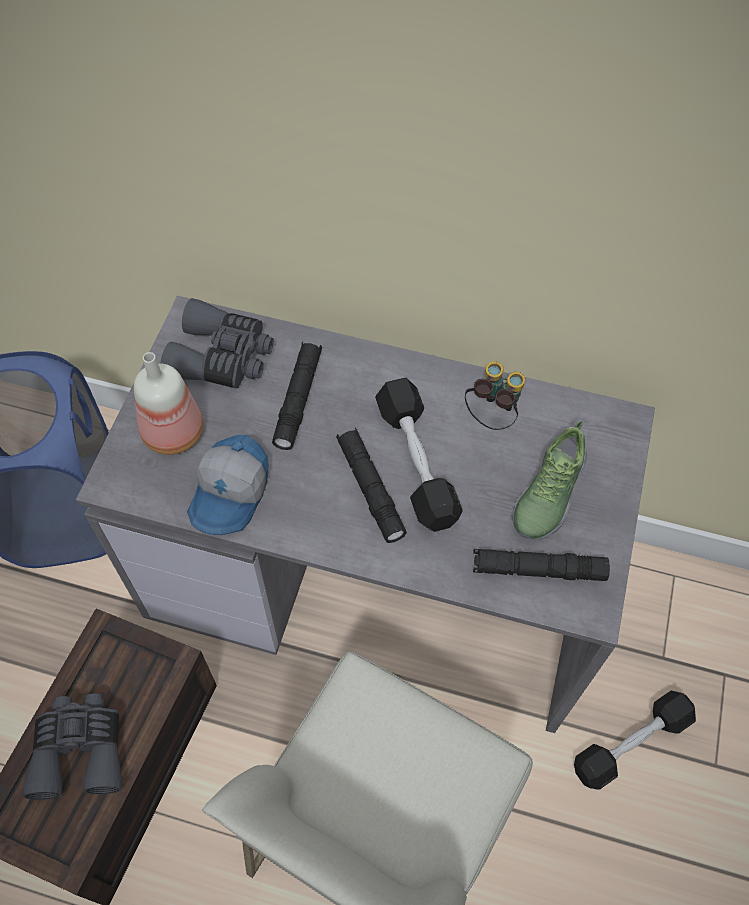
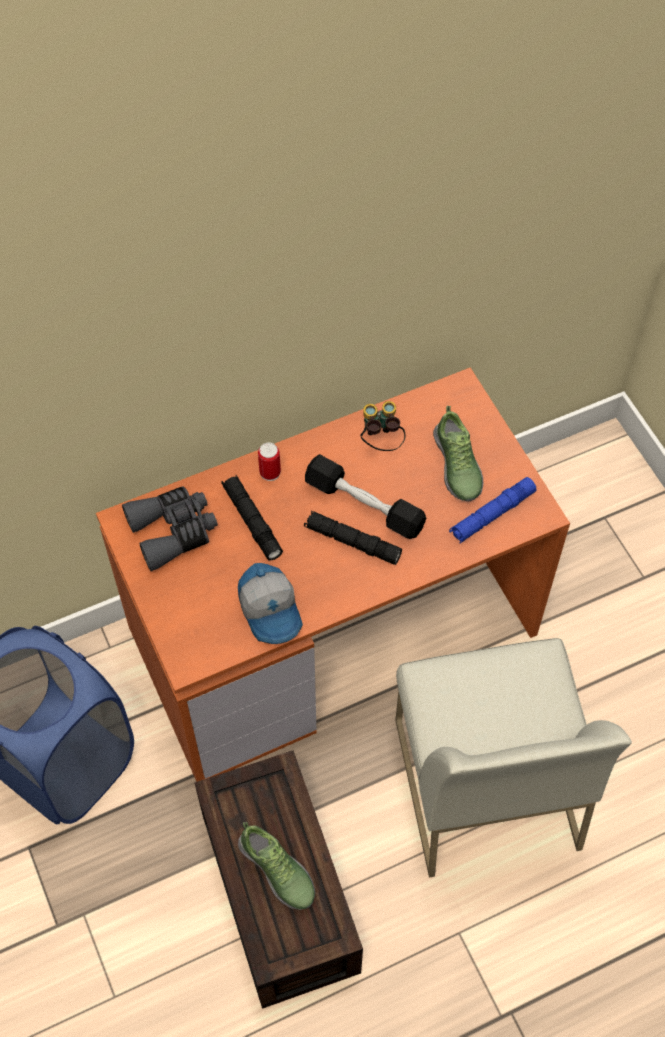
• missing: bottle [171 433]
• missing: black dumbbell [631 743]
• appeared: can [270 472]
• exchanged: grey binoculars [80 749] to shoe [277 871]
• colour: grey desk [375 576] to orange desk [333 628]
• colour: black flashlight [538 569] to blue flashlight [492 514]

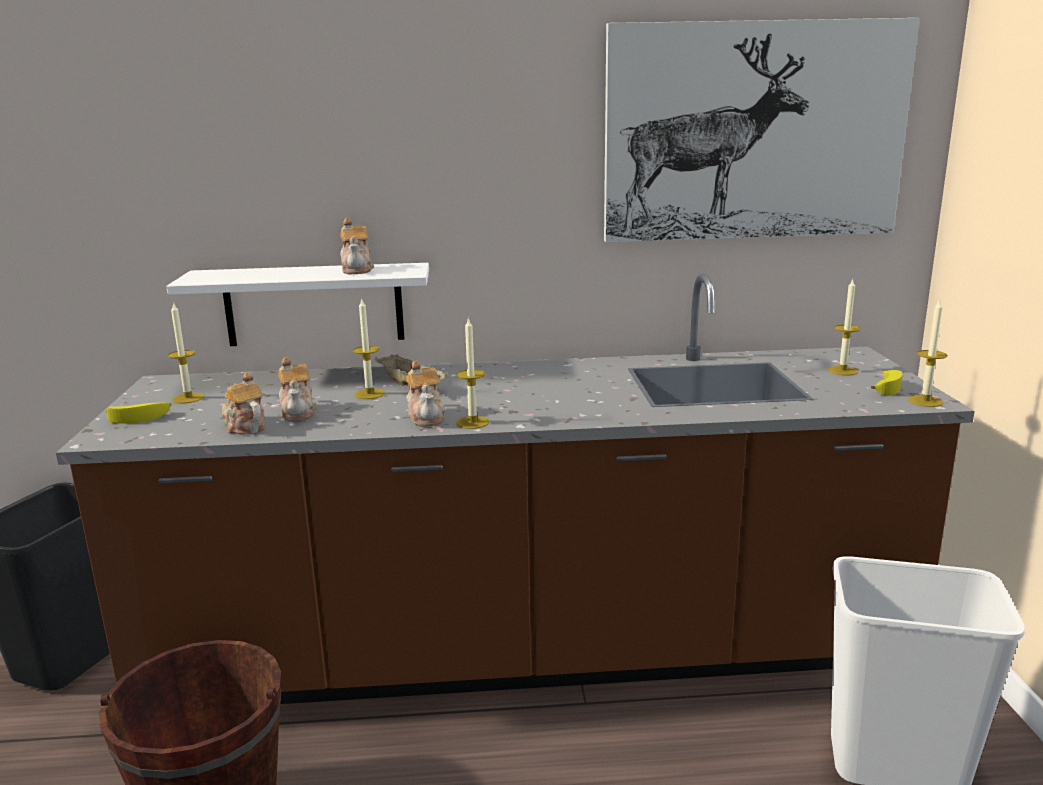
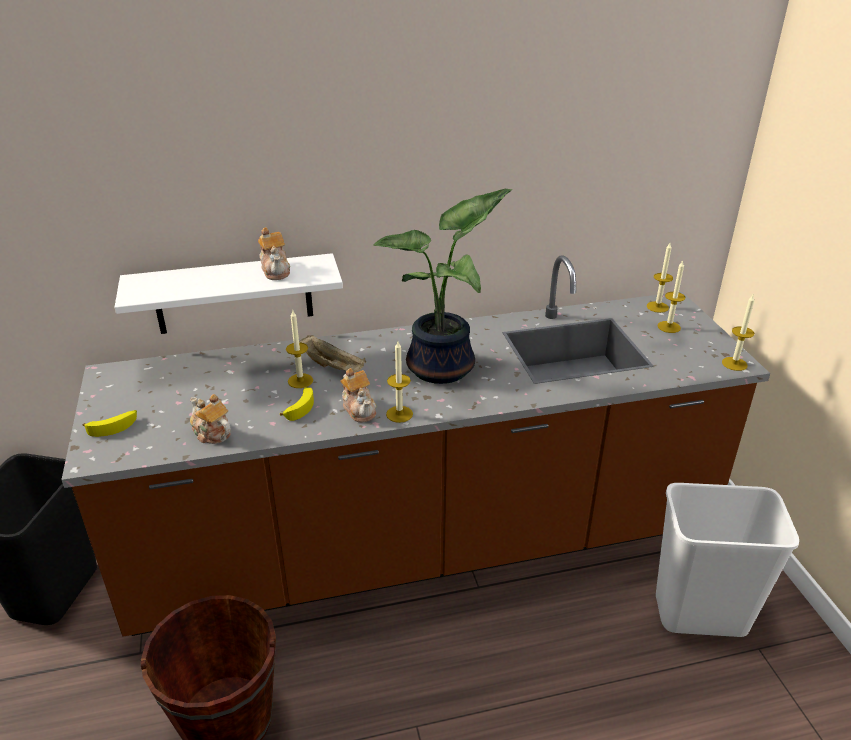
• missing: teapot [298 412]
• missing: picture [754 132]
• appeared: potted plant [445 368]
• relocated: candle [188 398] to [657 307]
• relocated: banana [885 387] to [300 407]

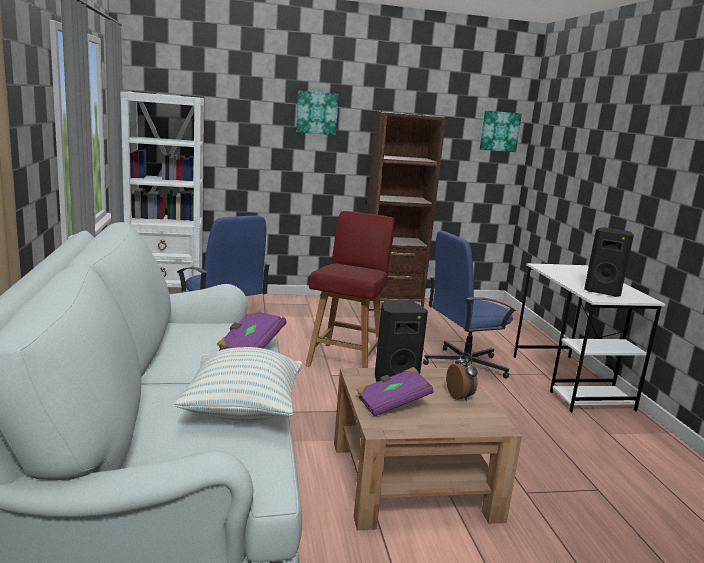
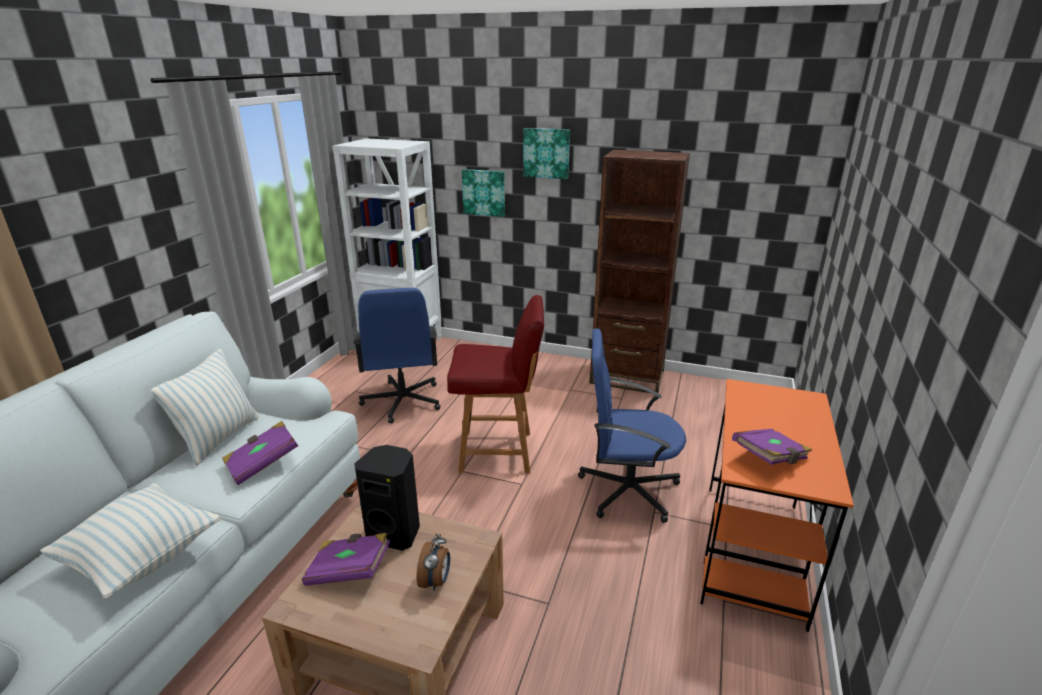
• appeared: pillow [219 438]
• relocated: picture [499 131] to [484 192]
• exchanged: black speaker [603 292] to purple book [770 458]
• colour: white desk [570 382] to orange desk [752 551]
• spun: red chair [346 359] = [498 452] 45 degrees clockwise

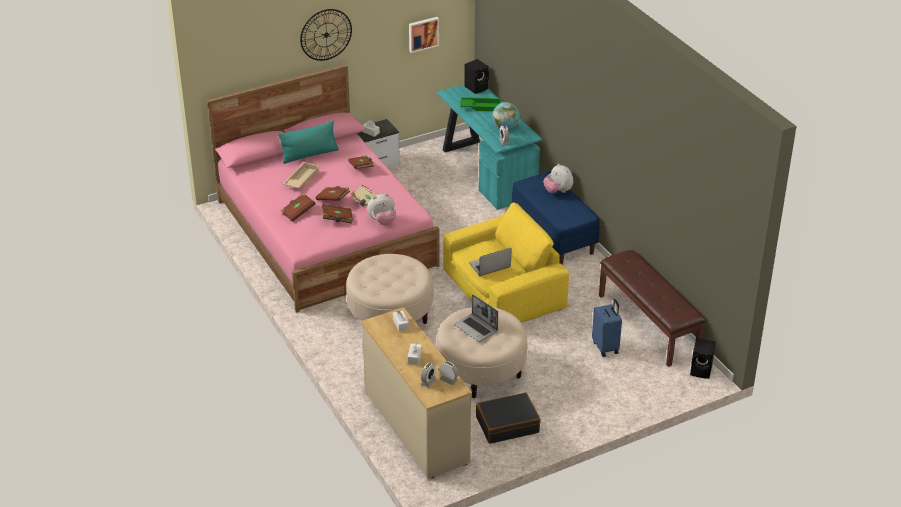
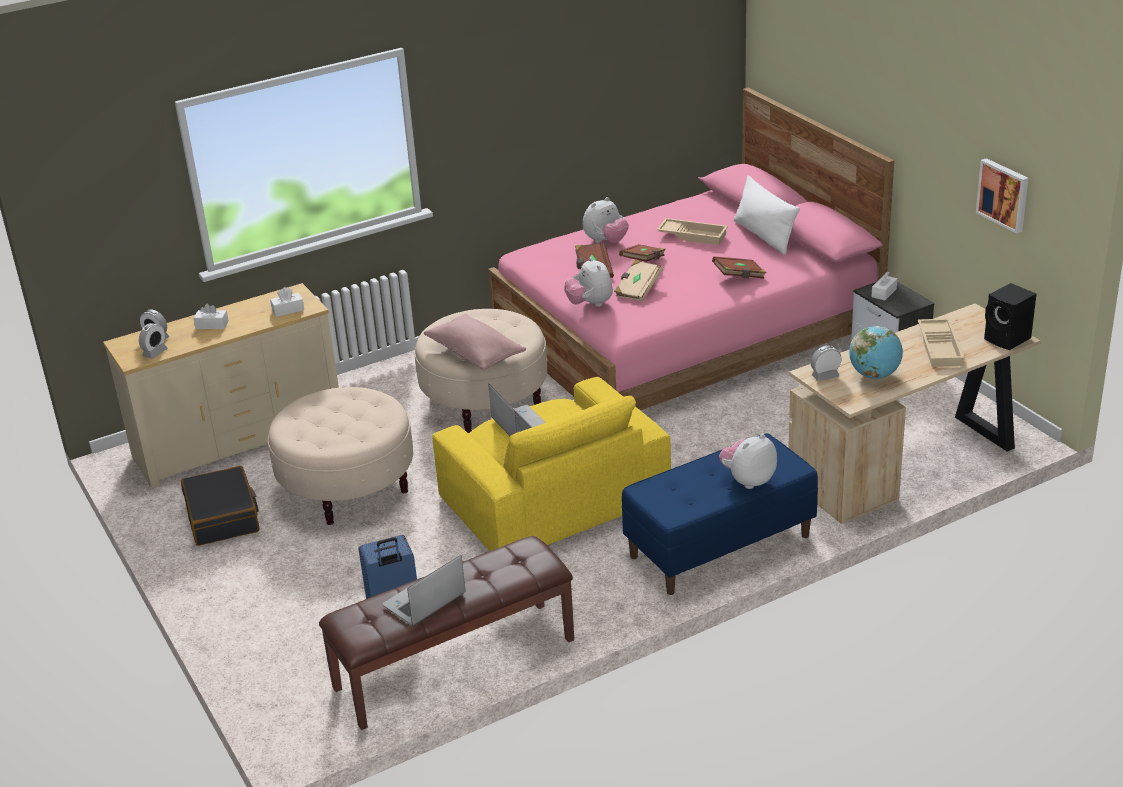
• missing: wall clock [326 34]
• missing: black speaker [702 370]
• appeared: pink pillow [475 354]
• relocated: laptop [476 328] to [424 601]
• exchanged: brown book [298 212] to plush toy [606 241]
• colour: turquoise pillow [309 155] to white pillow [764 236]
• colour: turquoise desk [487 172] to beige desk [908 464]
• colour: green tray [481 106] to beige tray [941 347]

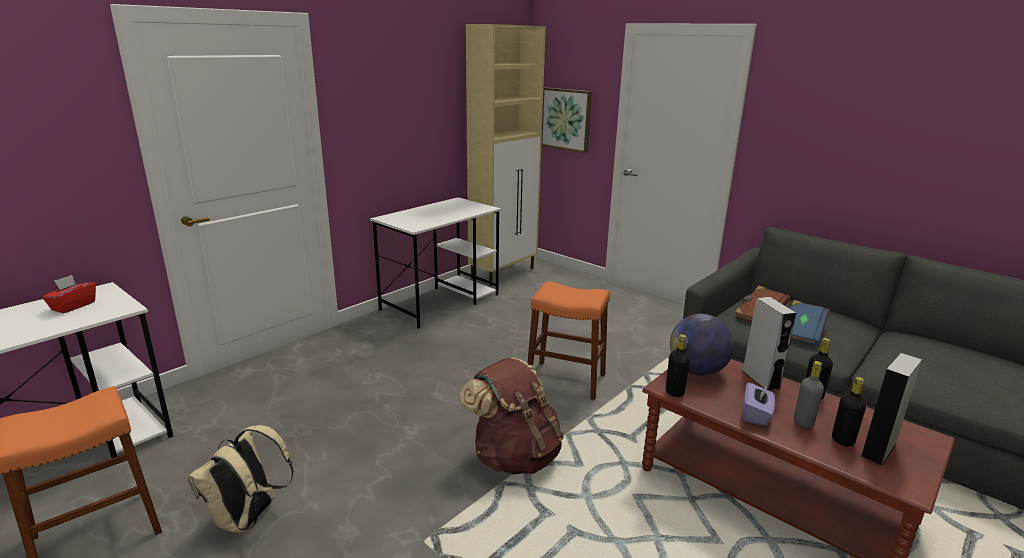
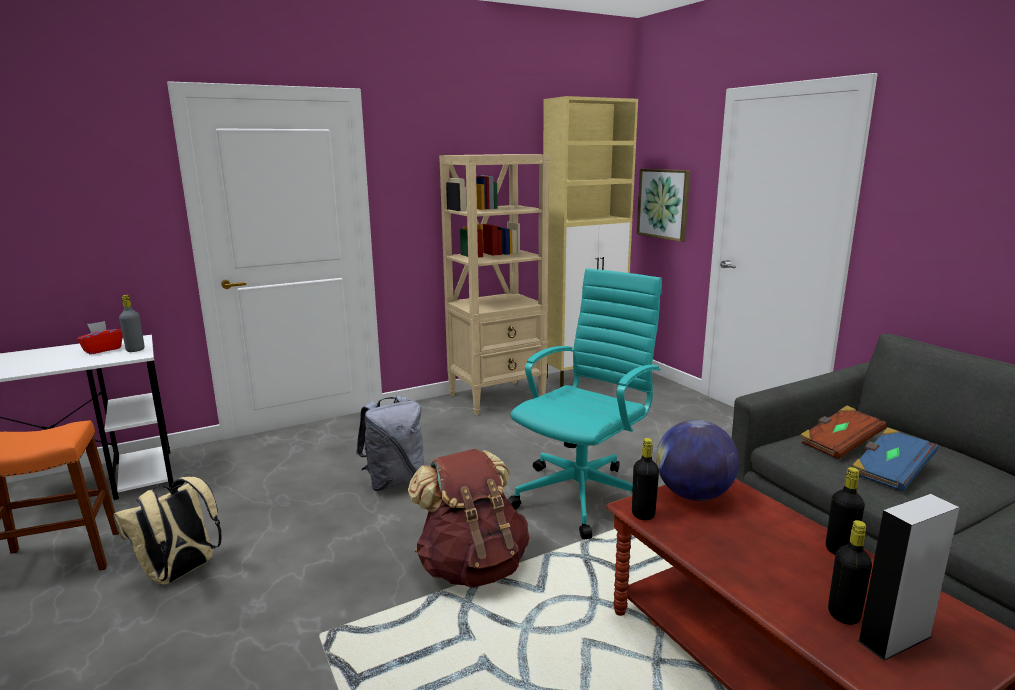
• missing: grey speaker [760 379]
• missing: purple tissue box [756 415]
• appeared: grey backpack [394 481]
• relocated: grey bottle [803 422] to [135 350]
• exchanged: white desk [441 301] to beige bookcase [497 397]
• exchanged: orange stool [566 380] to turquoise office chair [584 495]

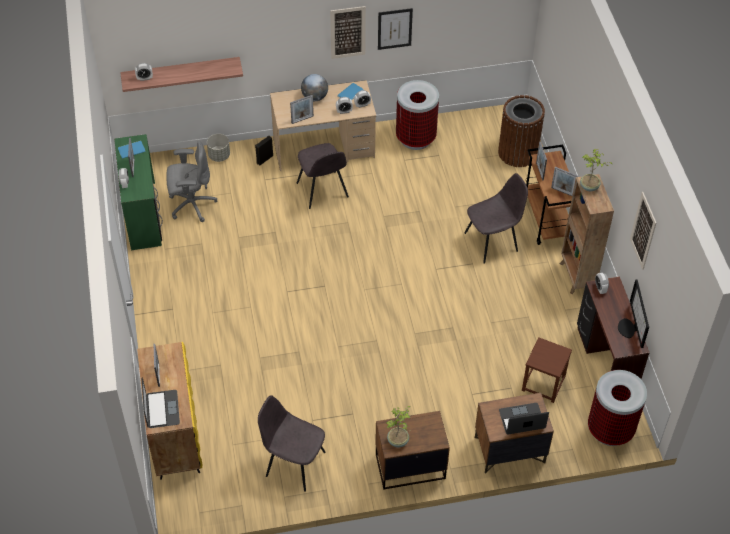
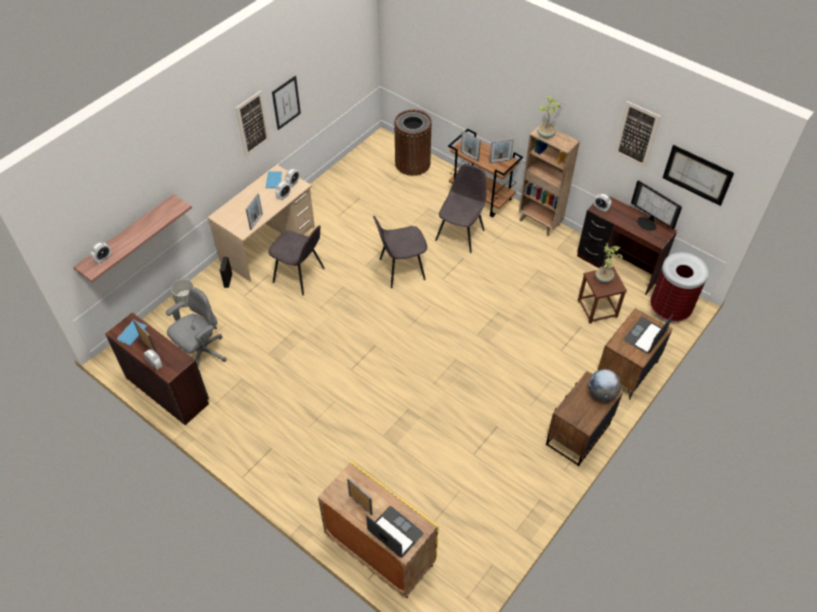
• missing: trash can [416 138]
• appeared: picture [697 175]
• relocated: grey chair [294 463] to [400 269]
• relocated: globe [314 97] to [602 393]
• relocated: potted plant [398 441] to [604 278]
• colour: green desk [144 215] to brown desk [168 389]

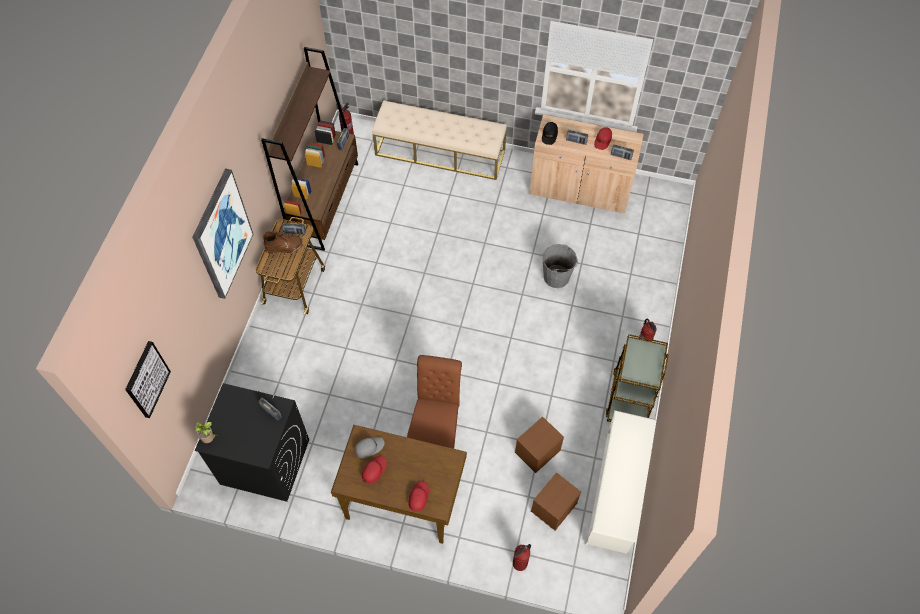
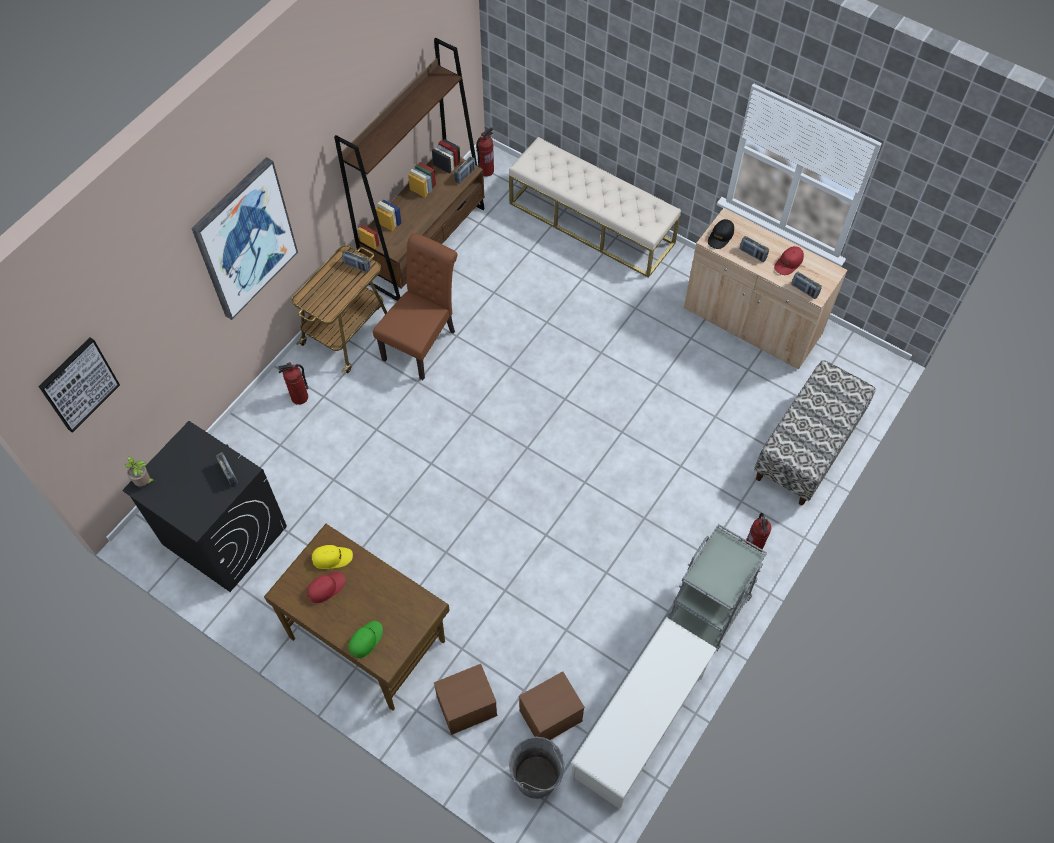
• missing: brown boot [284 247]
• appeared: bench [807 448]
• relocated: brown chair [436 431] to [422 342]
• relocated: fire extinguisher [520 563] to [299 397]
• relocated: brown storage box [537 452] to [466 707]
• relocated: grey bucket [556 277] to [536 777]
• colour: grey cap [369 447] to yellow cap [332 558]
• colour: red cap [418 497] to green cap [366 640]
• colour: brown cart [630 397] to grey cart [708 609]

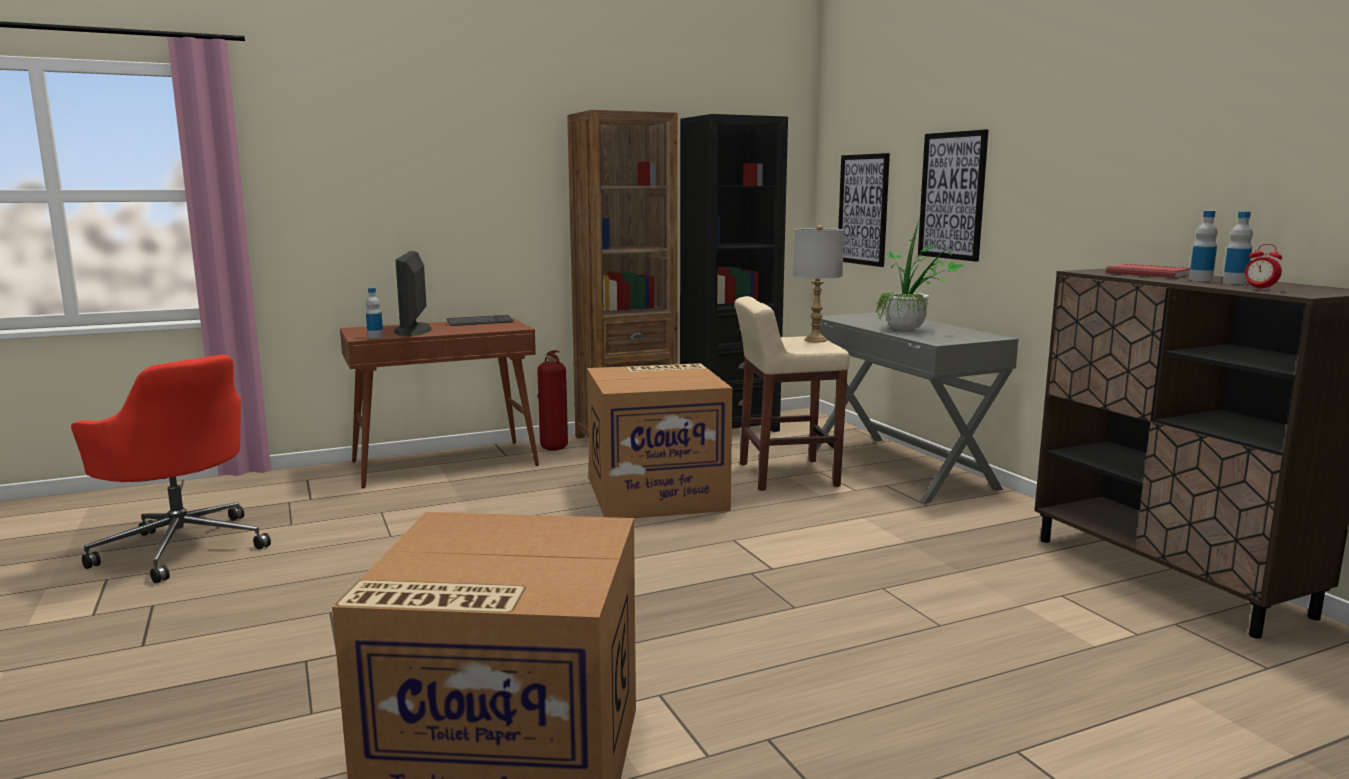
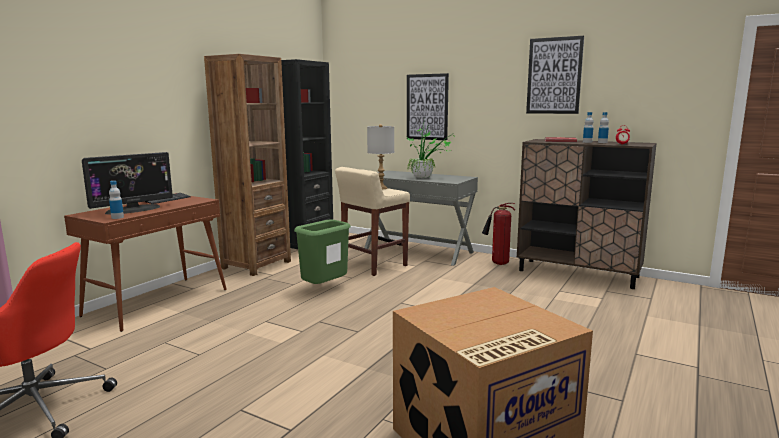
• relocated: fire extinguisher [552 448] to [497 263]
• relocated: picture [863 209] to [554 76]
• exchanged: cardboard box [658 493] to green trash can [324 289]
• spun: monitor [413 330] = [133 210] 90 degrees counterclockwise

